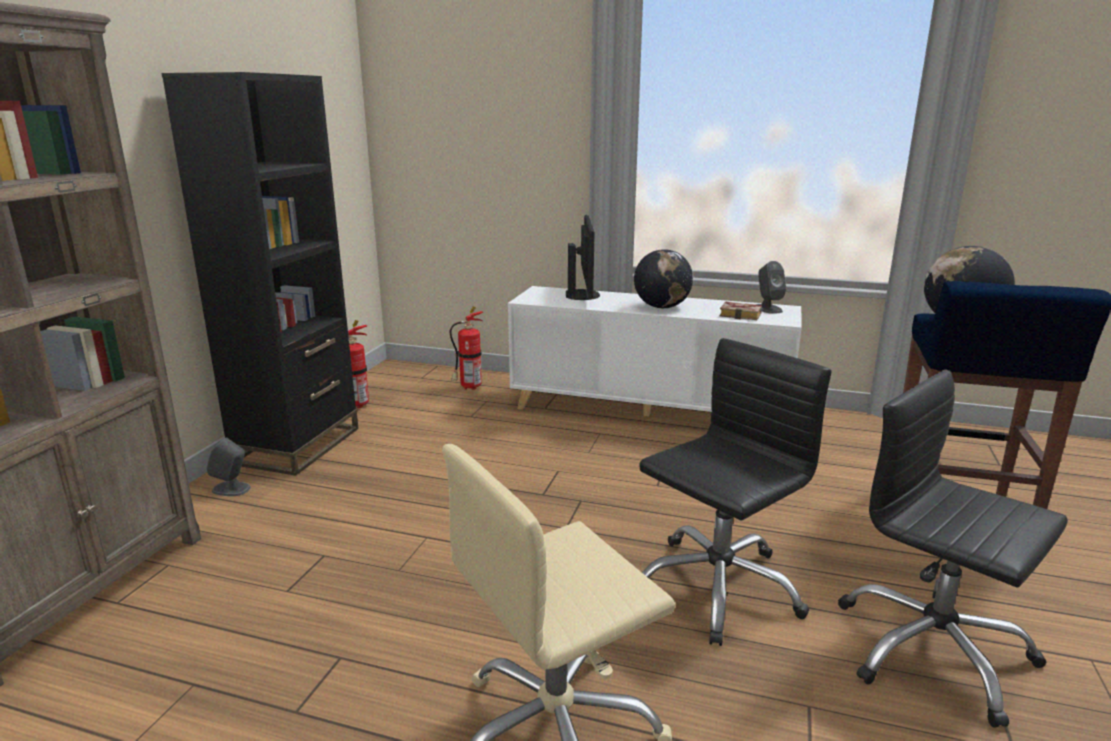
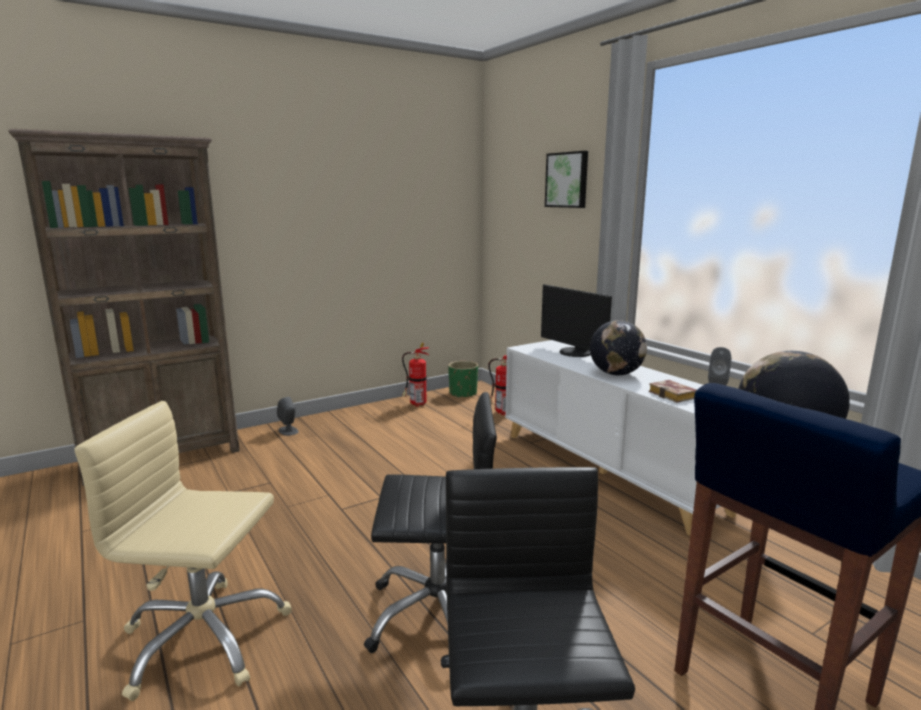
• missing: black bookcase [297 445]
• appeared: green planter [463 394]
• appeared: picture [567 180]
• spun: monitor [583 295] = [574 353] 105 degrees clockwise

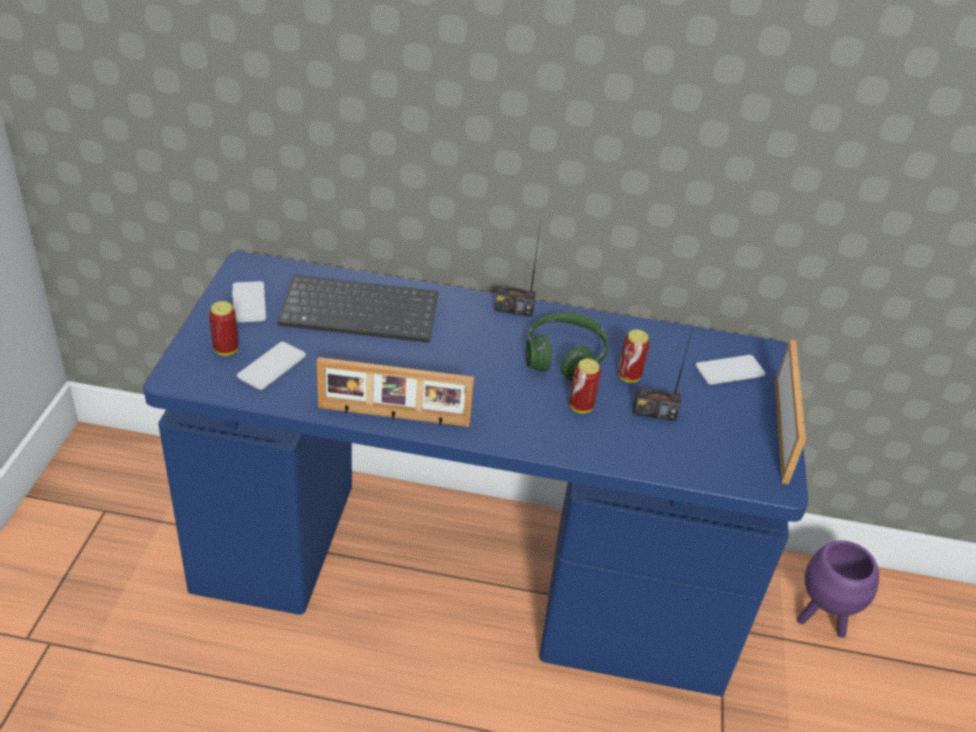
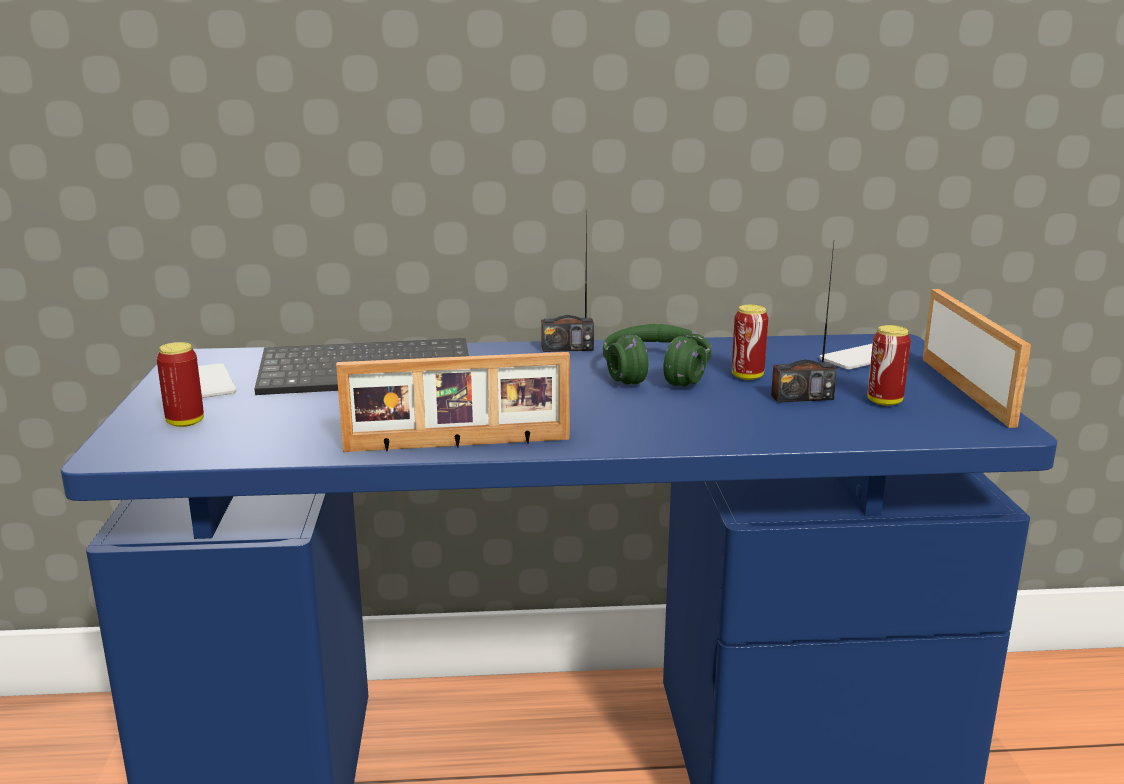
• missing: phone [272 366]
• missing: purple planter [821 619]
• relocated: can [581 407] to [884 402]

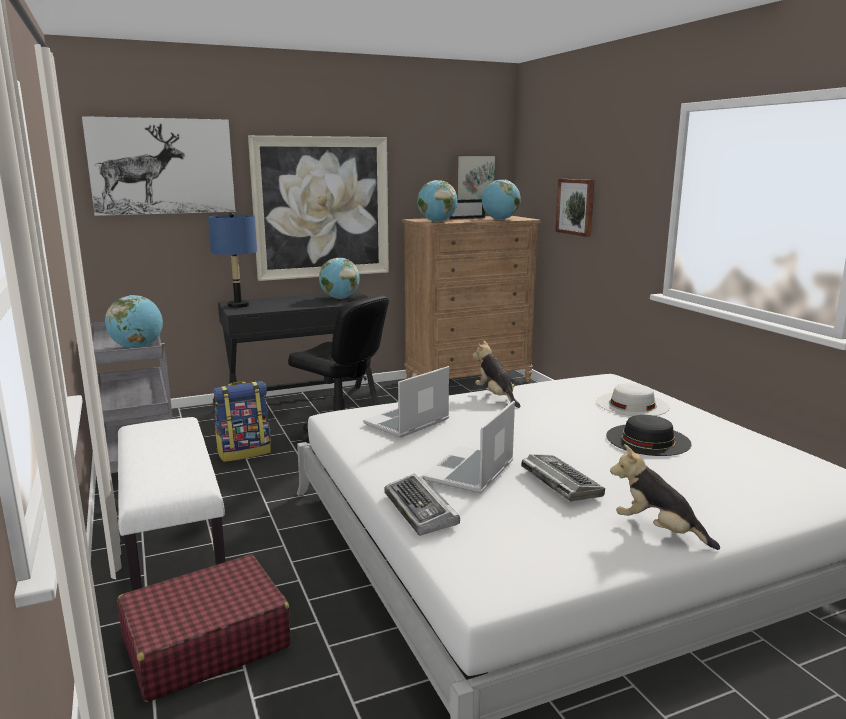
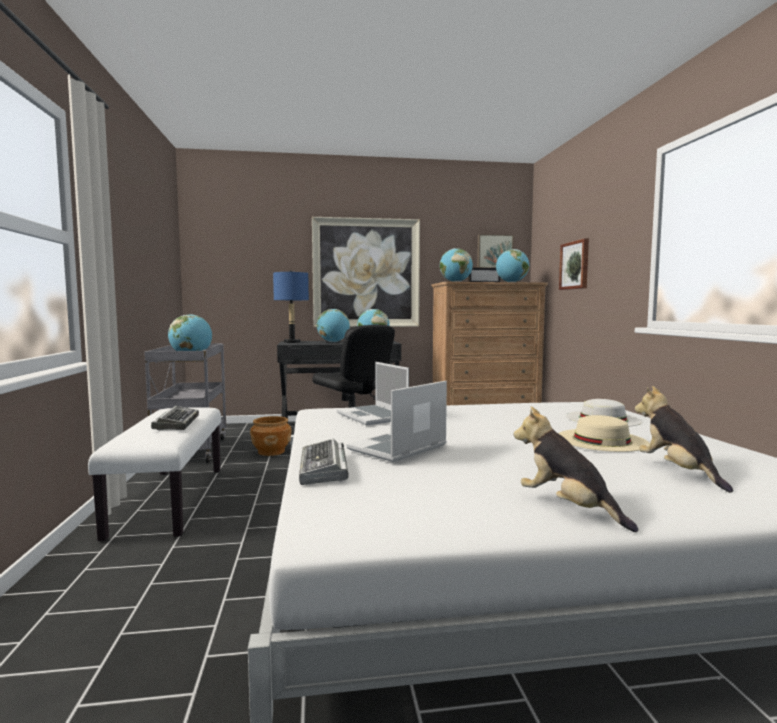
• missing: picture [162 166]
• missing: red suitcase [205 643]
• appeared: globe [333 342]
• relocated: plush toy [496 396] to [677 472]
• relocated: keyboard [560 482] to [176 423]
• exchanged: backpack [244 452] to brown planter [271 452]
• colour: black hat [647 439] to beige hat [601 440]
• spun: laptop [407 423] = [373 416] 90 degrees counterclockwise

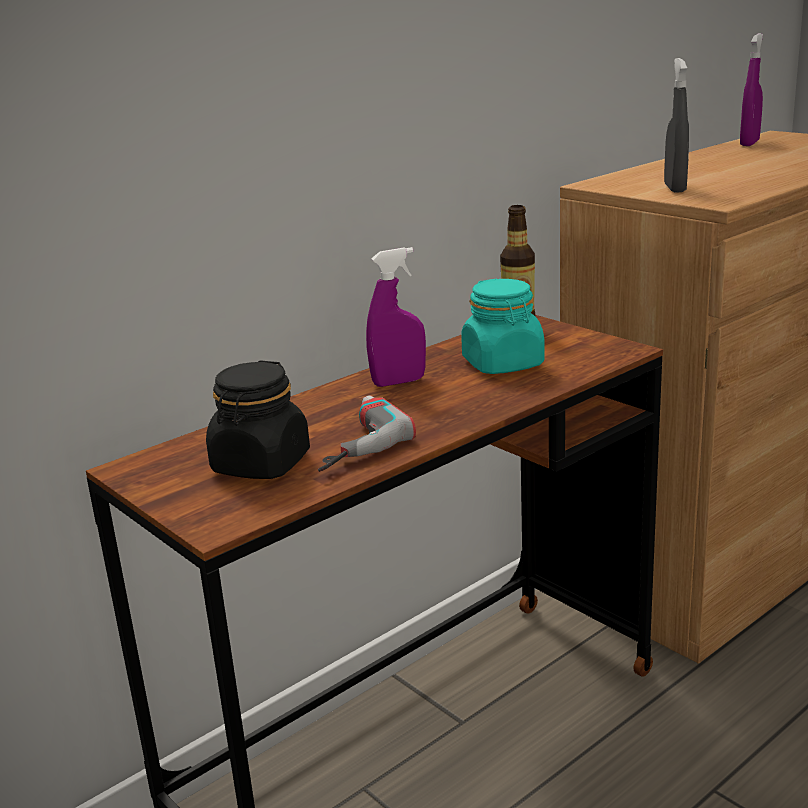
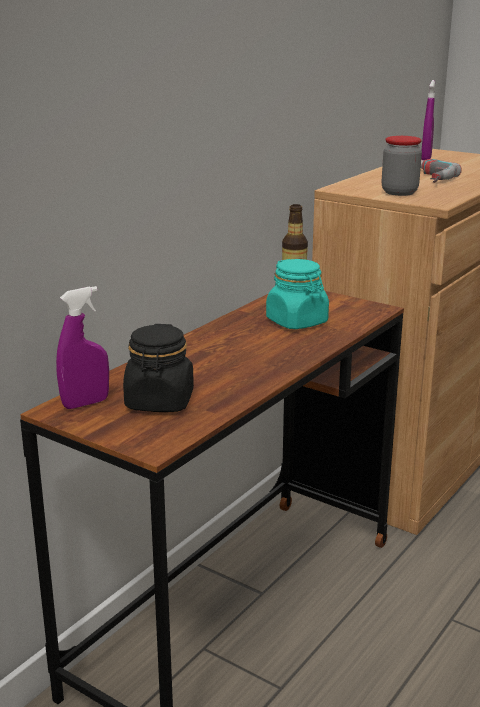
• relocated: power drill [349 442] to [425 178]
• relocated: purple spray bottle [398 382] to [85 403]
• exchanged: grey spray bottle [675 188] to jar [399 192]

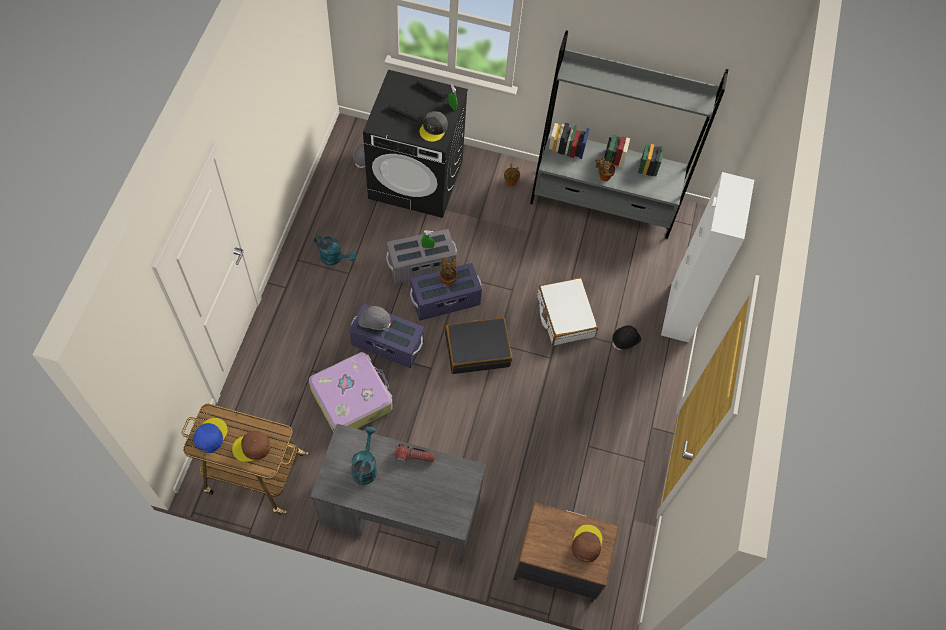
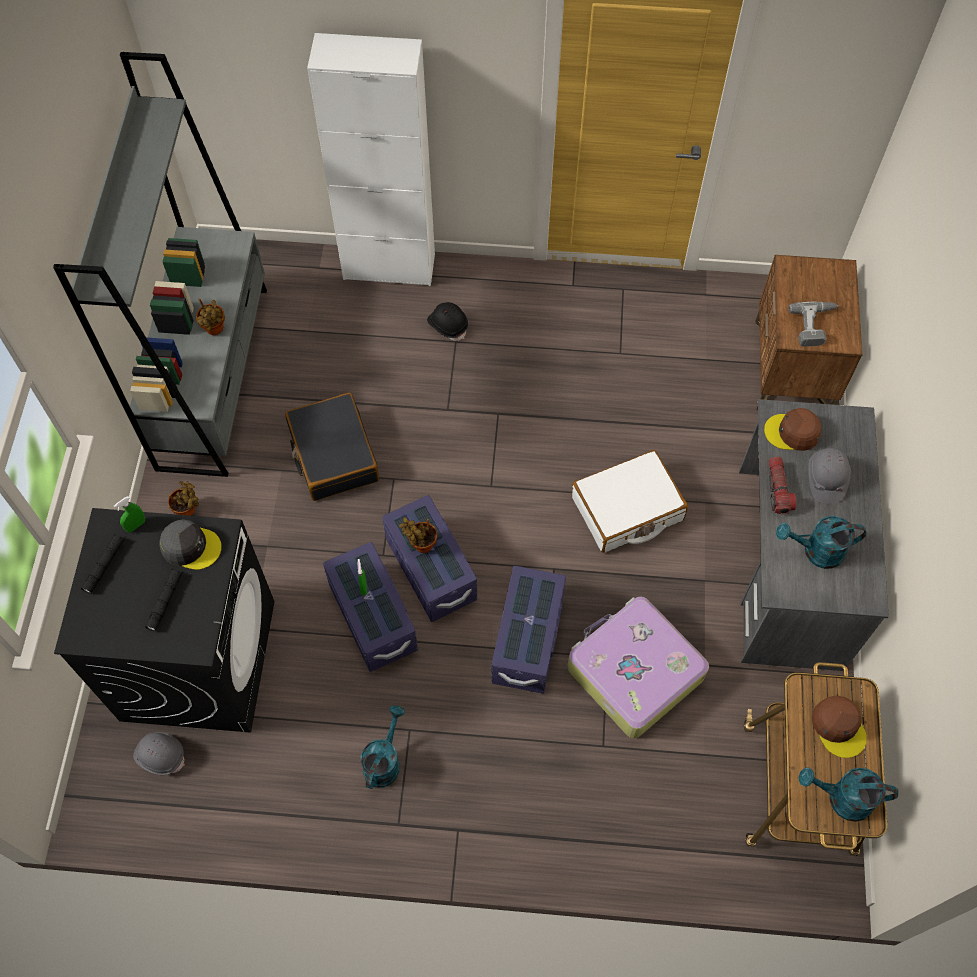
• appeared: power drill [815 326]
• relocated: grey hard hat [374 321] to [825 479]
• relocated: black suitcase [477 350] to [333 454]
• relocated: white suitcase [565 316] to [627 509]
• relocated: brown cap [586 543] to [792 432]
• exchanged: blue cap [210 435] to turquoise watering can [841 799]
• colour: grey storage box [421 265] to purple storage box [373 617]

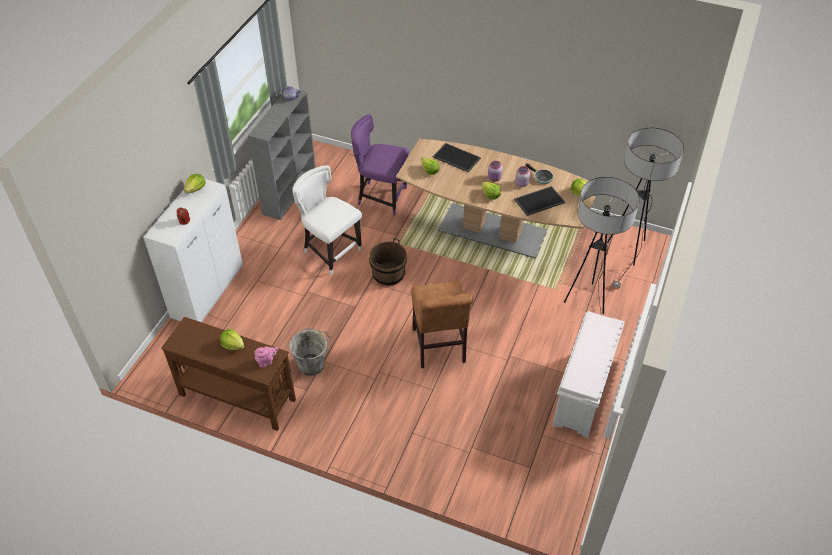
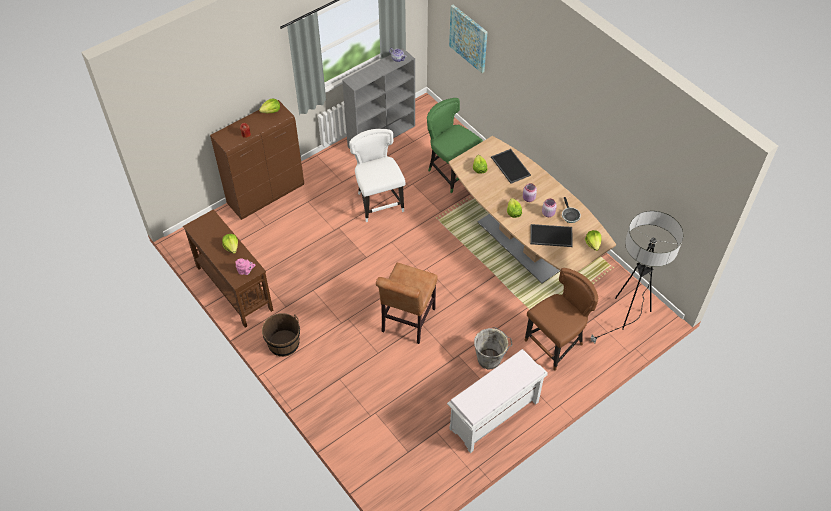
• appeared: picture [469 38]
• relocated: grey bucket [312 365] to [490 359]
• relocated: brown bucket [388 274] to [284 343]
• exchanged: floor lamp [587 304] to brown chair [556 344]
• colour: white cabinet [208 292] to brown cabinet [266 194]
• colour: purple chair [381 197] to green chair [451 172]

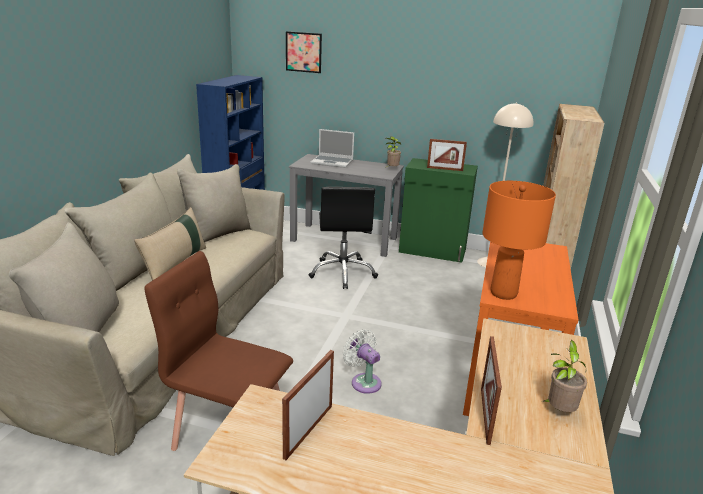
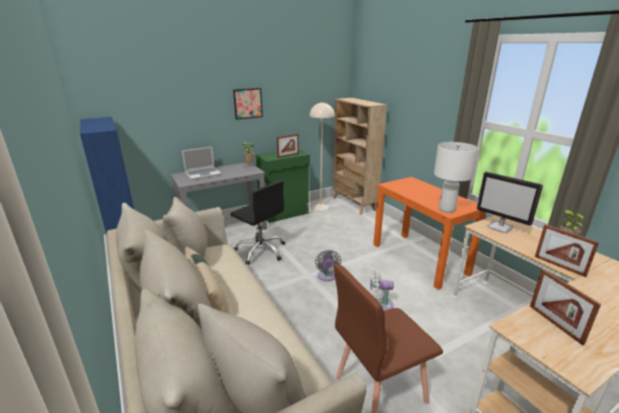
• appeared: grey fan [327 277]
• appeared: monitor [500 227]
• relocated: picture [303 52] to [248 103]
• colour: orange table lamp [503 293] to white table lamp [447 210]

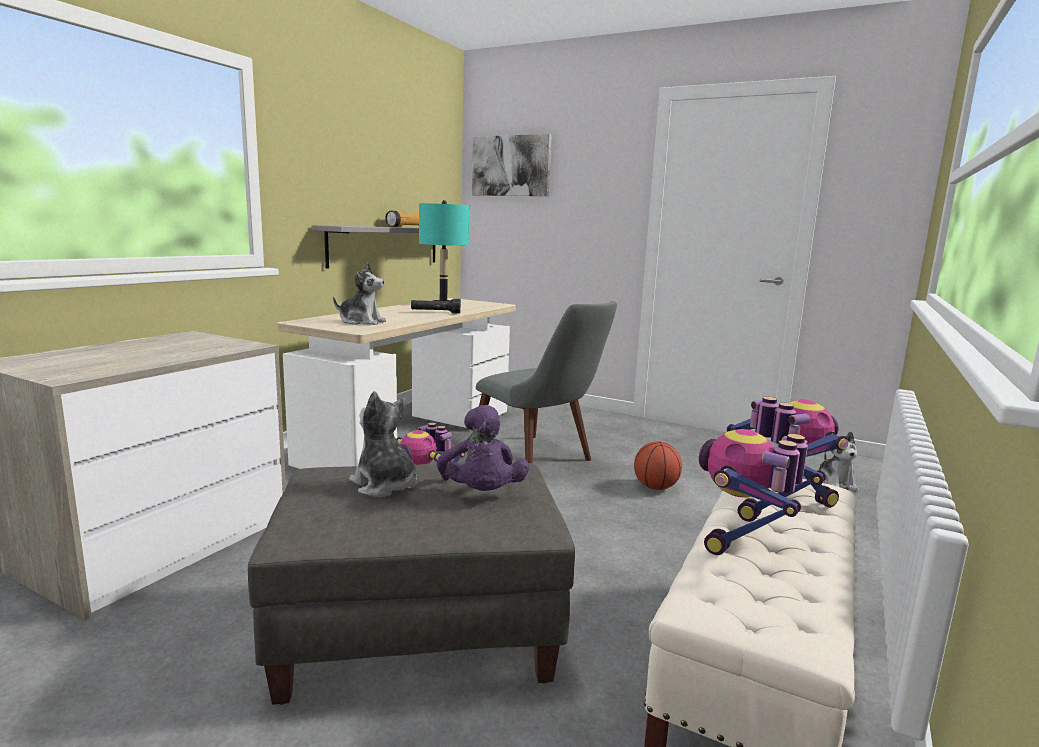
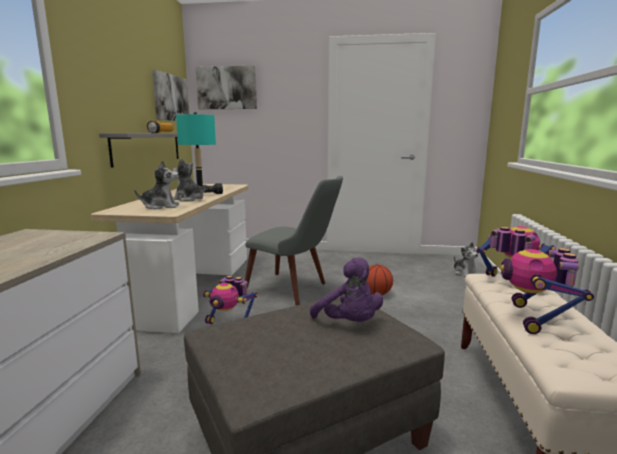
• appeared: picture [170 98]
• relocated: plush toy [385 485] to [189 199]

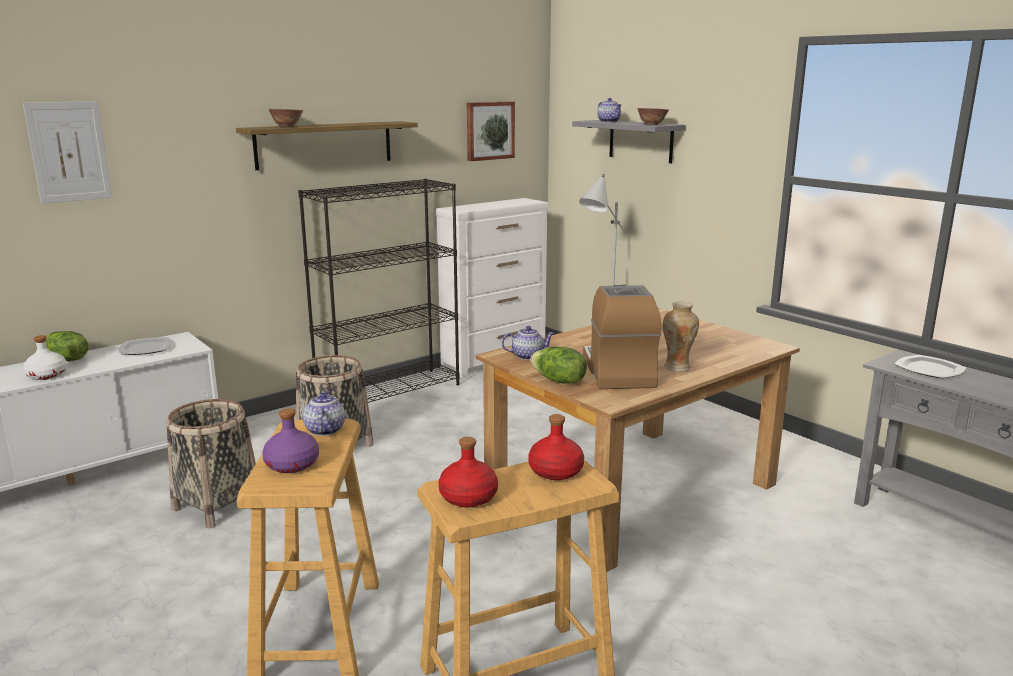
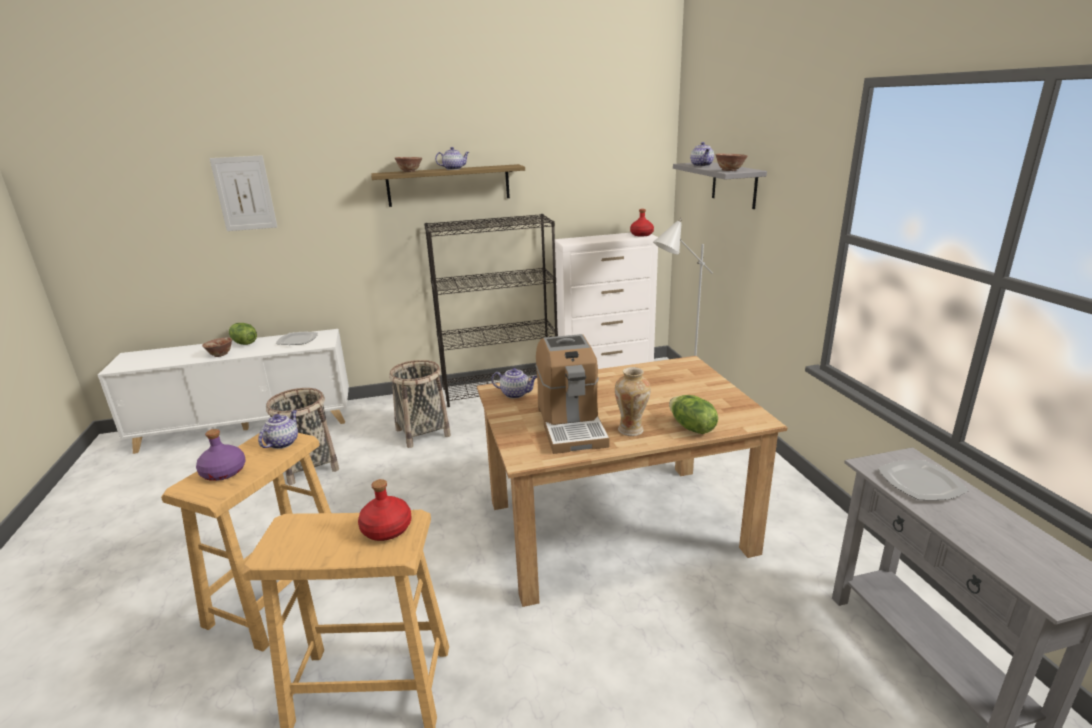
• missing: picture [489 130]
• appeared: teapot [454 169]
• relocated: red bottle [468 497] to [641 234]
• relocated: lettuce [558 381] to [691 428]
• exchanged: white bottle [47 375] to bowl [220 355]
• spun: coffee machine [618 372] = [571 425] 150 degrees clockwise

